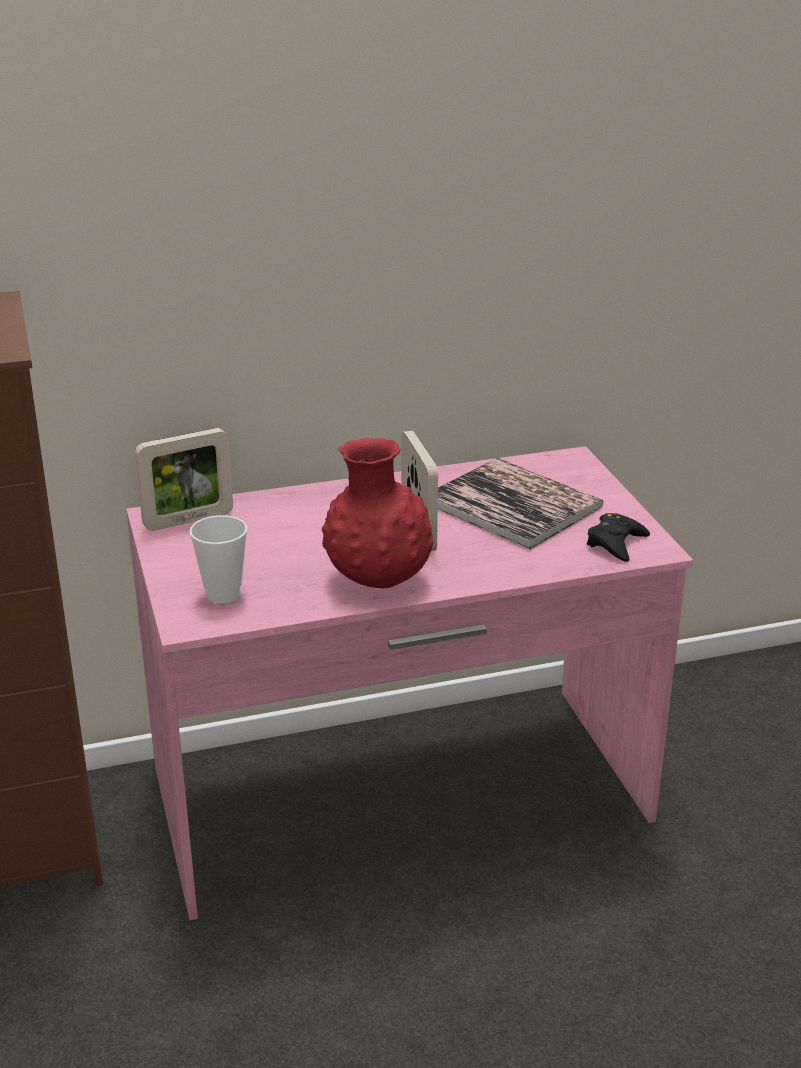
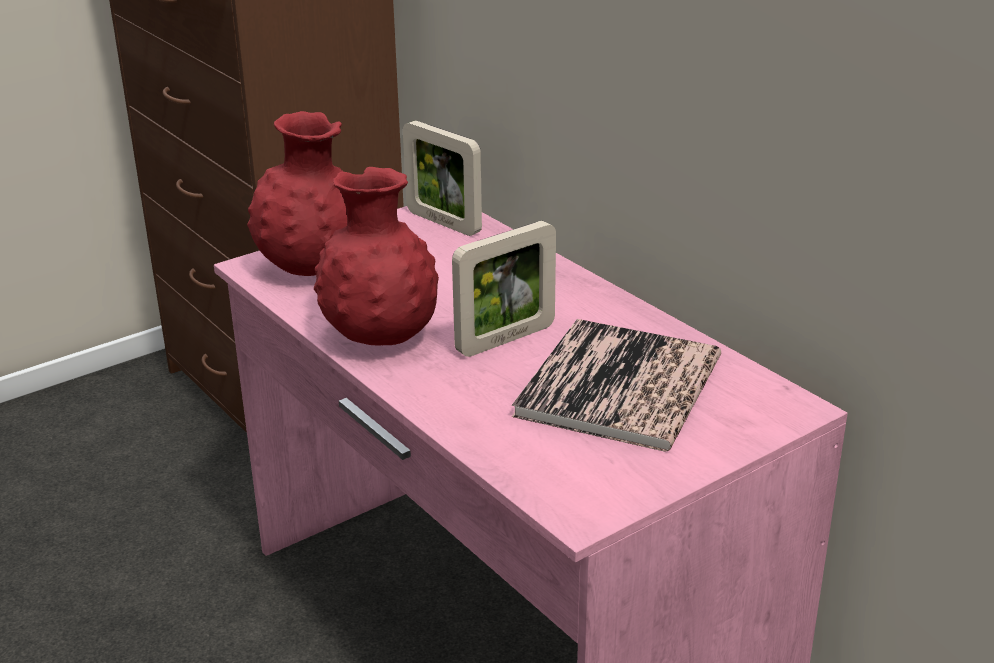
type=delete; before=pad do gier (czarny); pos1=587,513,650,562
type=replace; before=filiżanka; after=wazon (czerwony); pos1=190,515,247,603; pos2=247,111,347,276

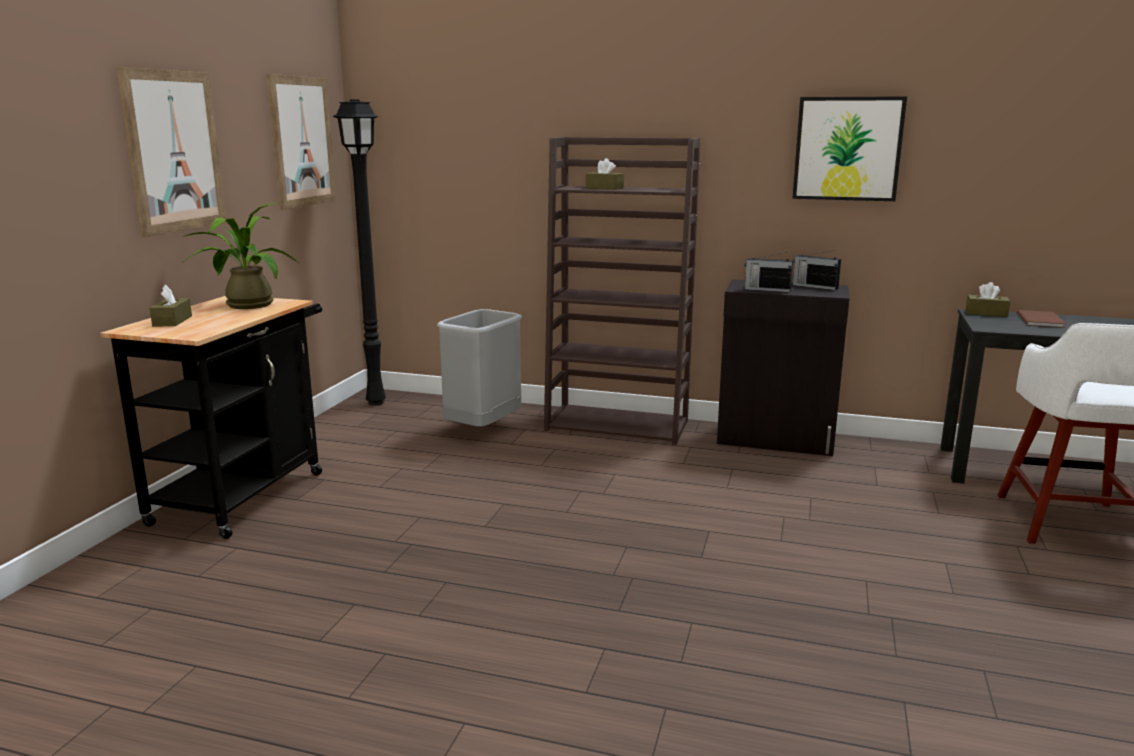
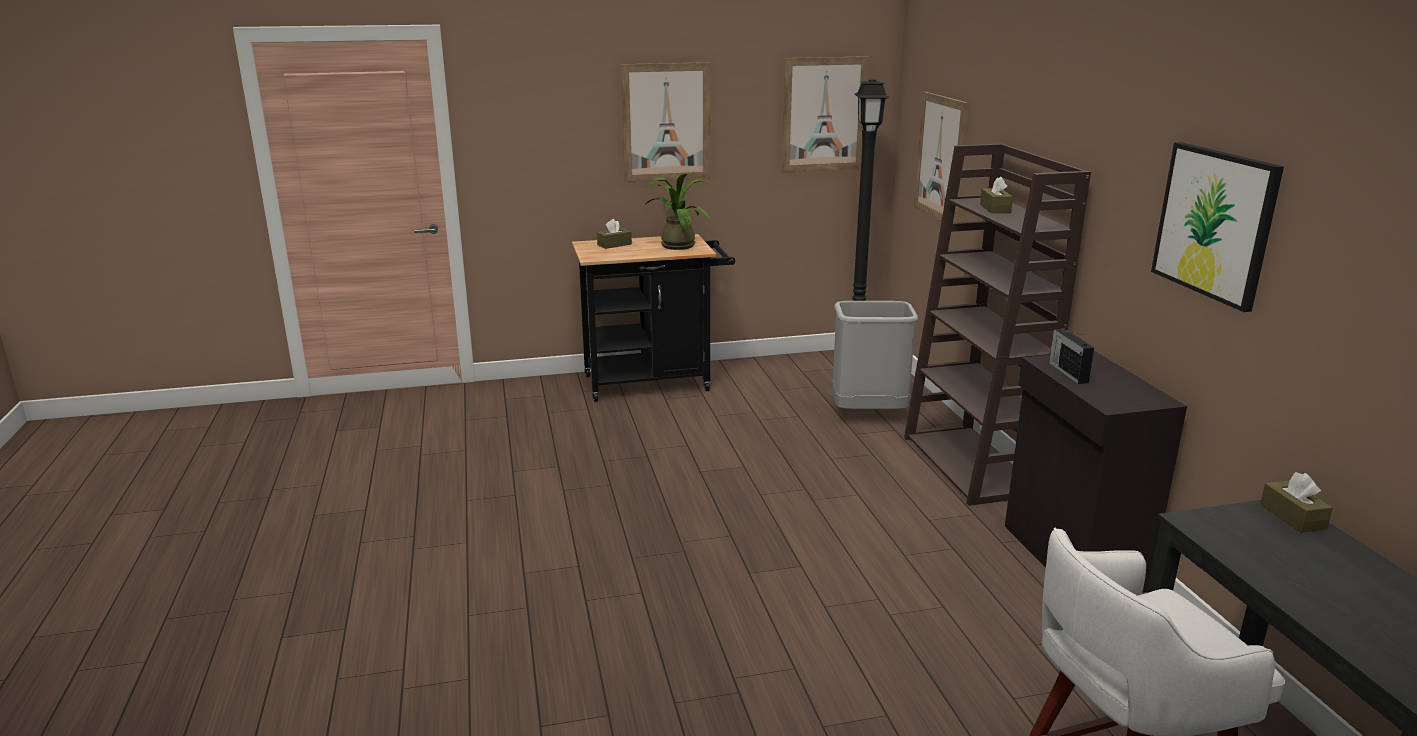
type=delete; before=radio; pos1=793,250,841,290
type=delete; before=książka (brązowy); pos1=1017,310,1066,328
type=insert; after=obraz; pos2=914,92,969,223

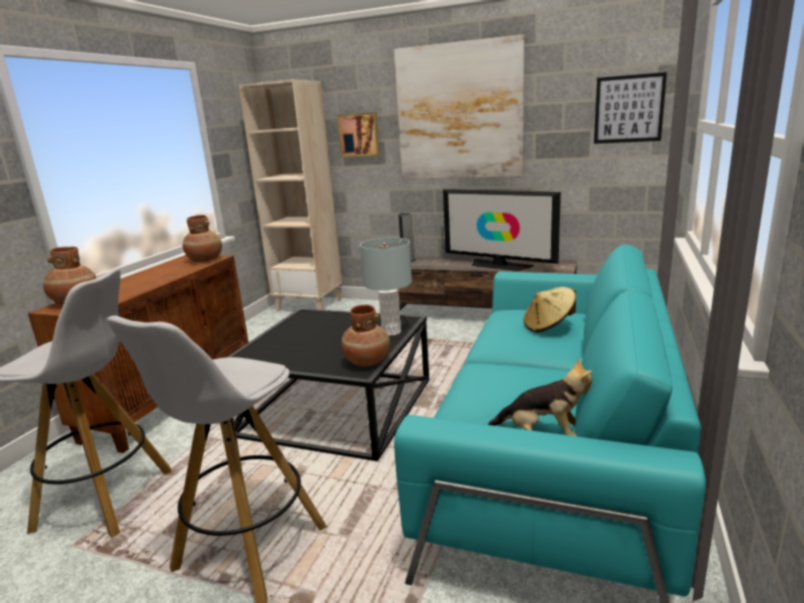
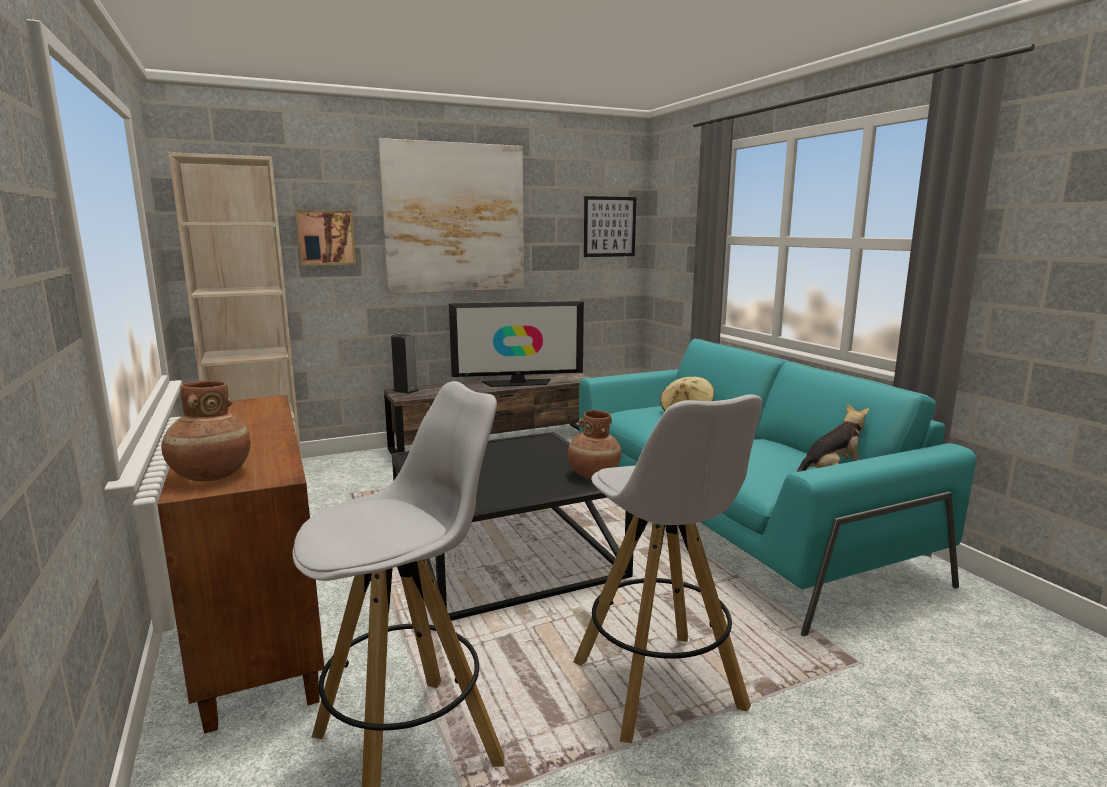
type=delete; before=wazon (brązowy); pos1=183,215,222,262
type=delete; before=lampa stołowa (szary); pos1=360,237,412,336

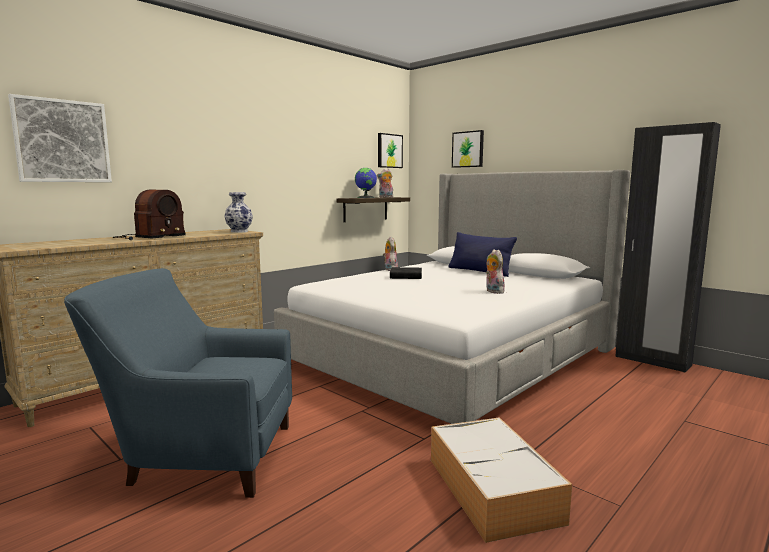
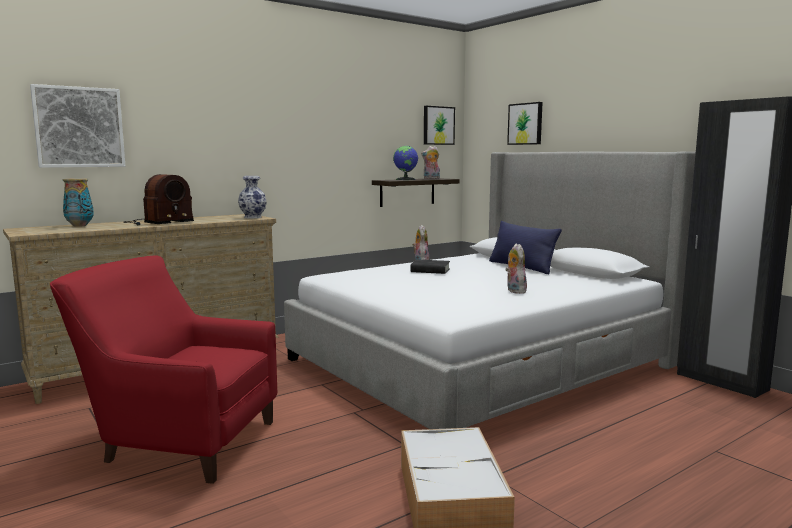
type=insert; after=wazon; pos2=63,178,94,227
type=recolor; before=fotel (niebieski); after=fotel (czerwony); pos1=64,268,292,498; pos2=50,255,277,484

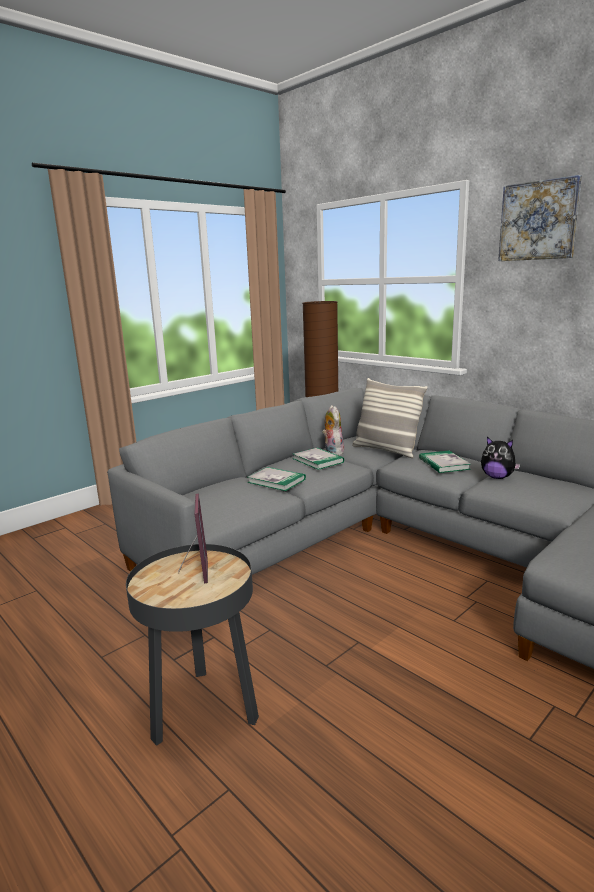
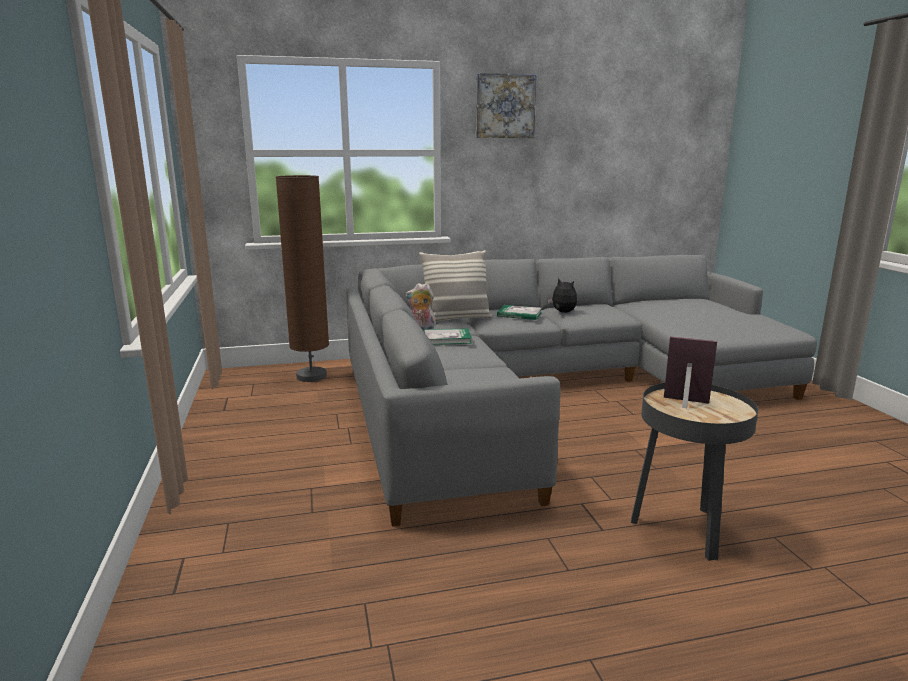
type=delete; before=książka; pos1=247,467,306,491
type=rotate; before=pluszak; pos1=481,437,520,479; pos2=548,278,577,313; turn=-105

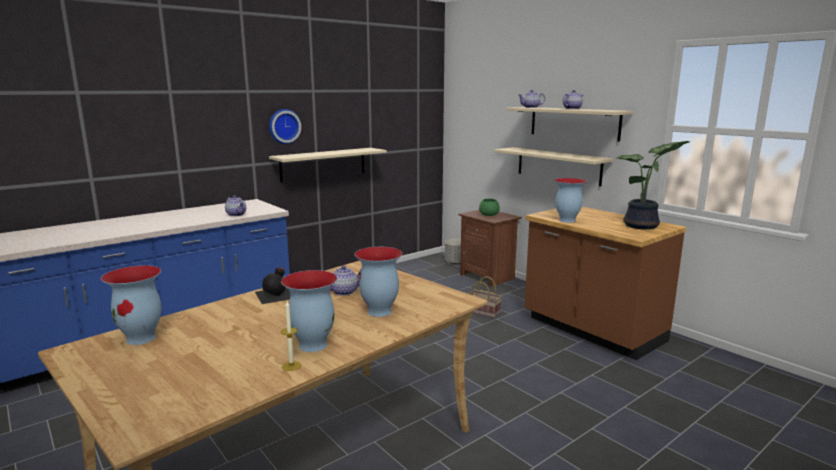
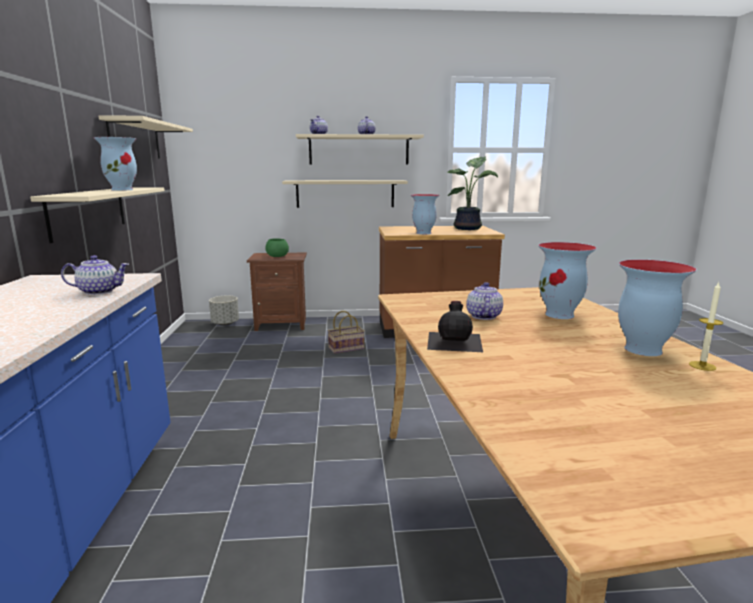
type=delete; before=zegar ścienny; pos1=269,109,301,144
type=insert; after=półka (beżowy); pos2=99,115,193,159
type=move; before=wazon; pos1=101,265,161,345; pos2=93,137,137,191

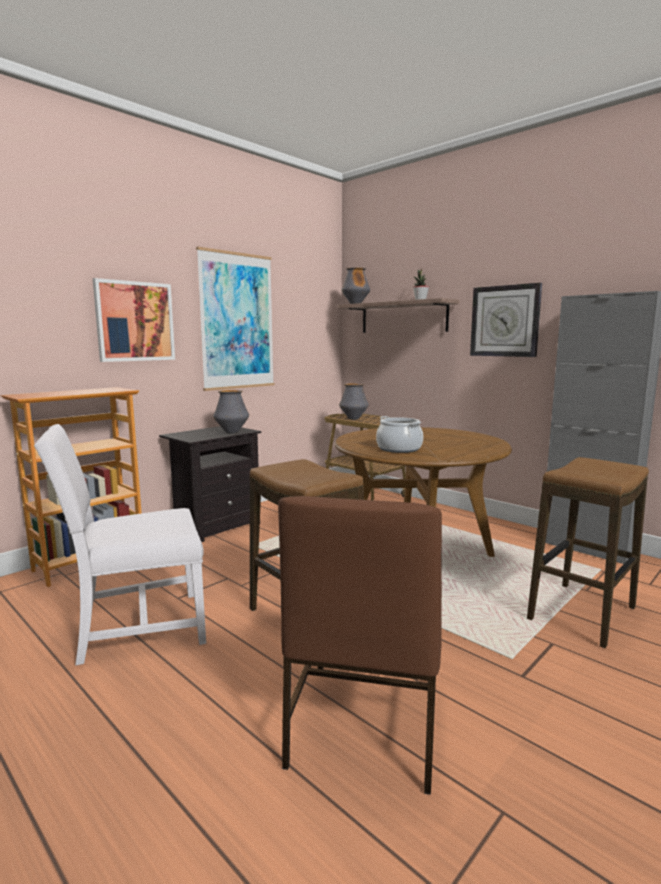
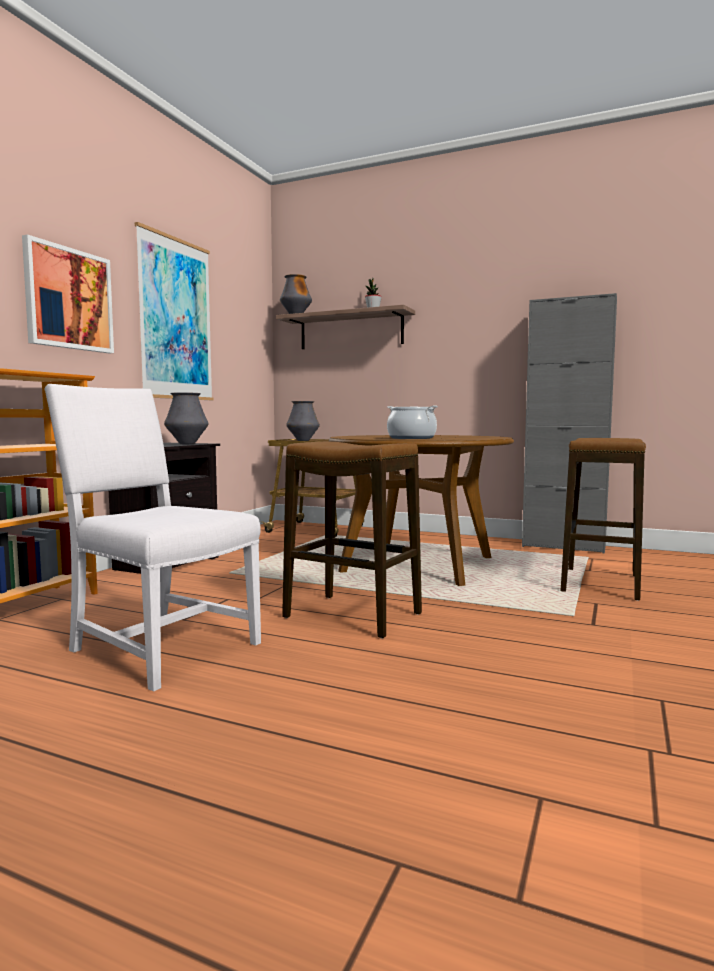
type=delete; before=krzesło (brązowy); pos1=278,496,442,795
type=delete; before=zegar ścienny; pos1=470,283,542,357
type=rotate; before=krzesło (biały); pos1=34,424,206,666; pos2=44,384,261,691; turn=75

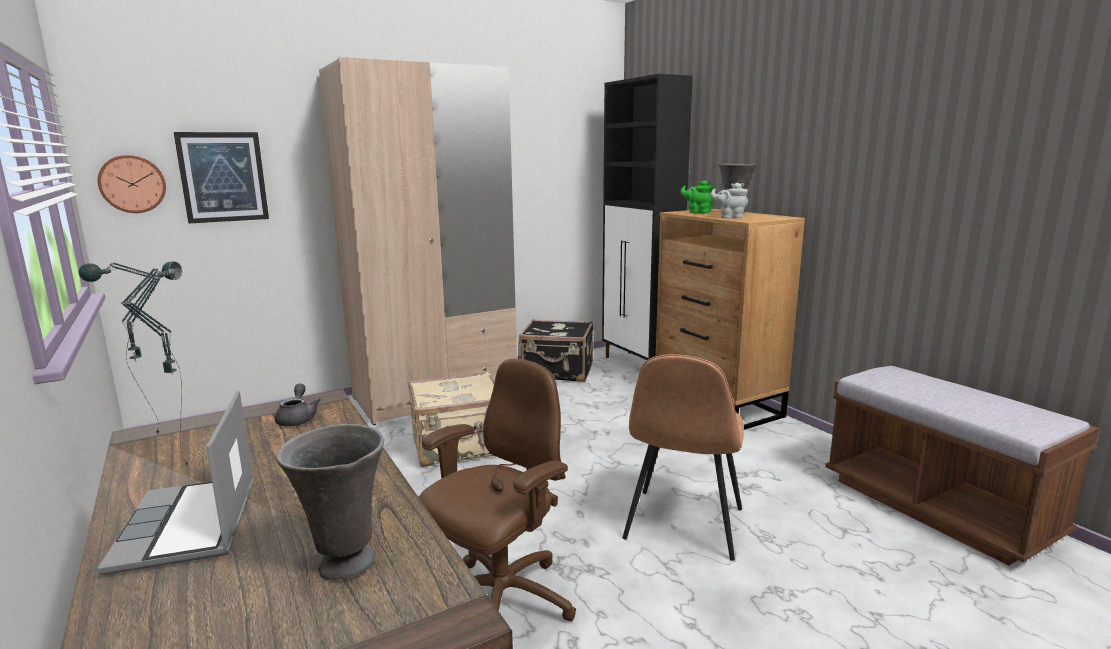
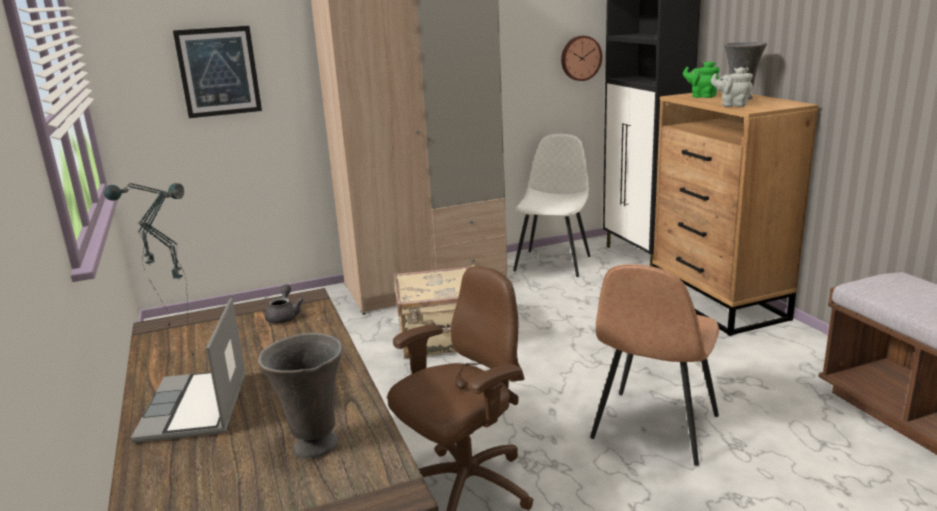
type=move; before=zegar ścienny; pos1=98,155,166,213; pos2=561,36,602,81
type=replace; before=walizka (czarny); after=krzesło (biały); pos1=519,319,594,382; pos2=513,134,590,277

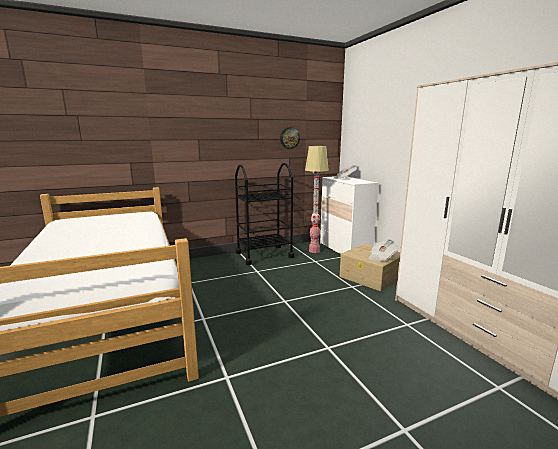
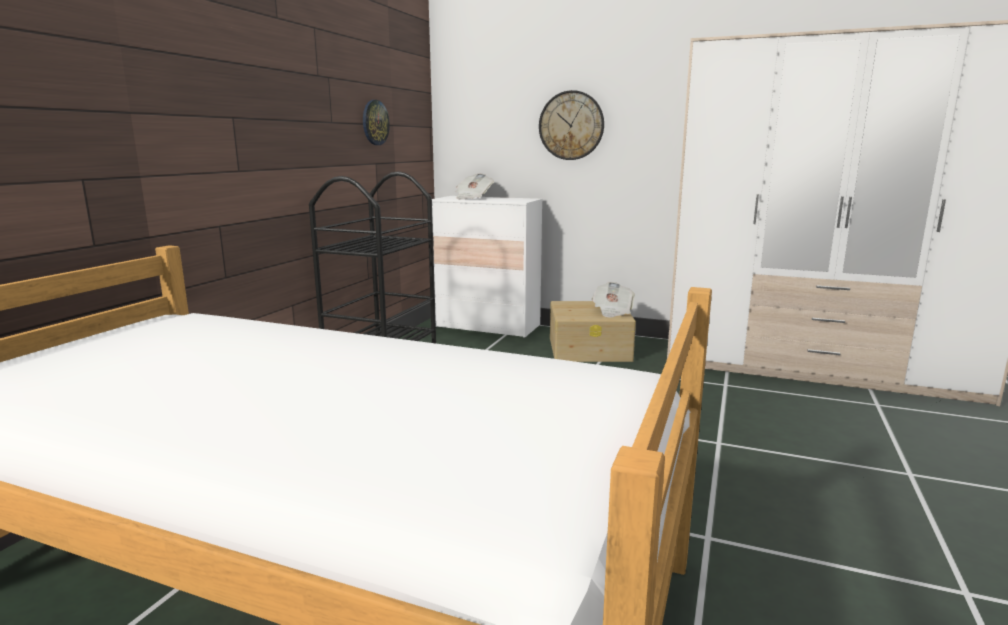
type=delete; before=lampa stojąca; pos1=305,146,329,253
type=insert; after=zegar ścienny; pos2=539,90,604,160

